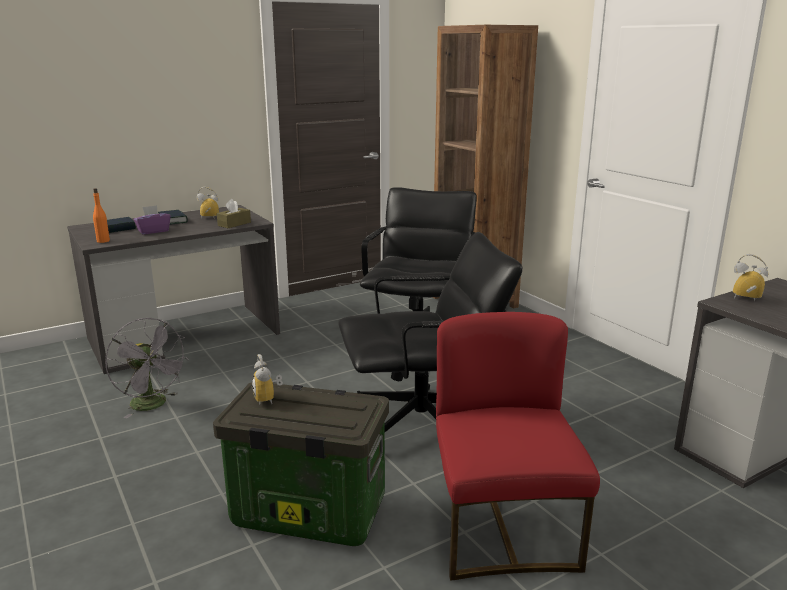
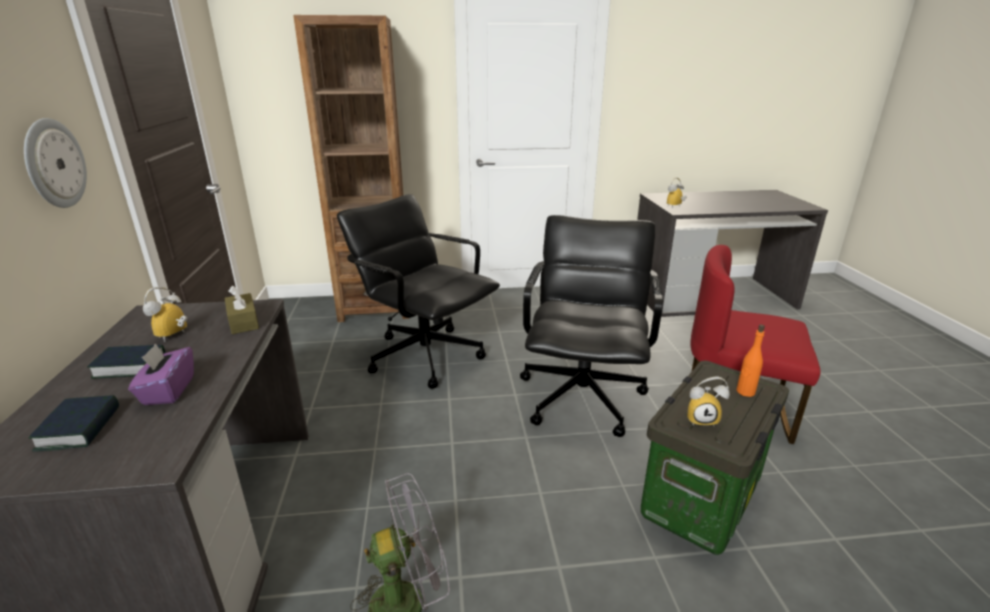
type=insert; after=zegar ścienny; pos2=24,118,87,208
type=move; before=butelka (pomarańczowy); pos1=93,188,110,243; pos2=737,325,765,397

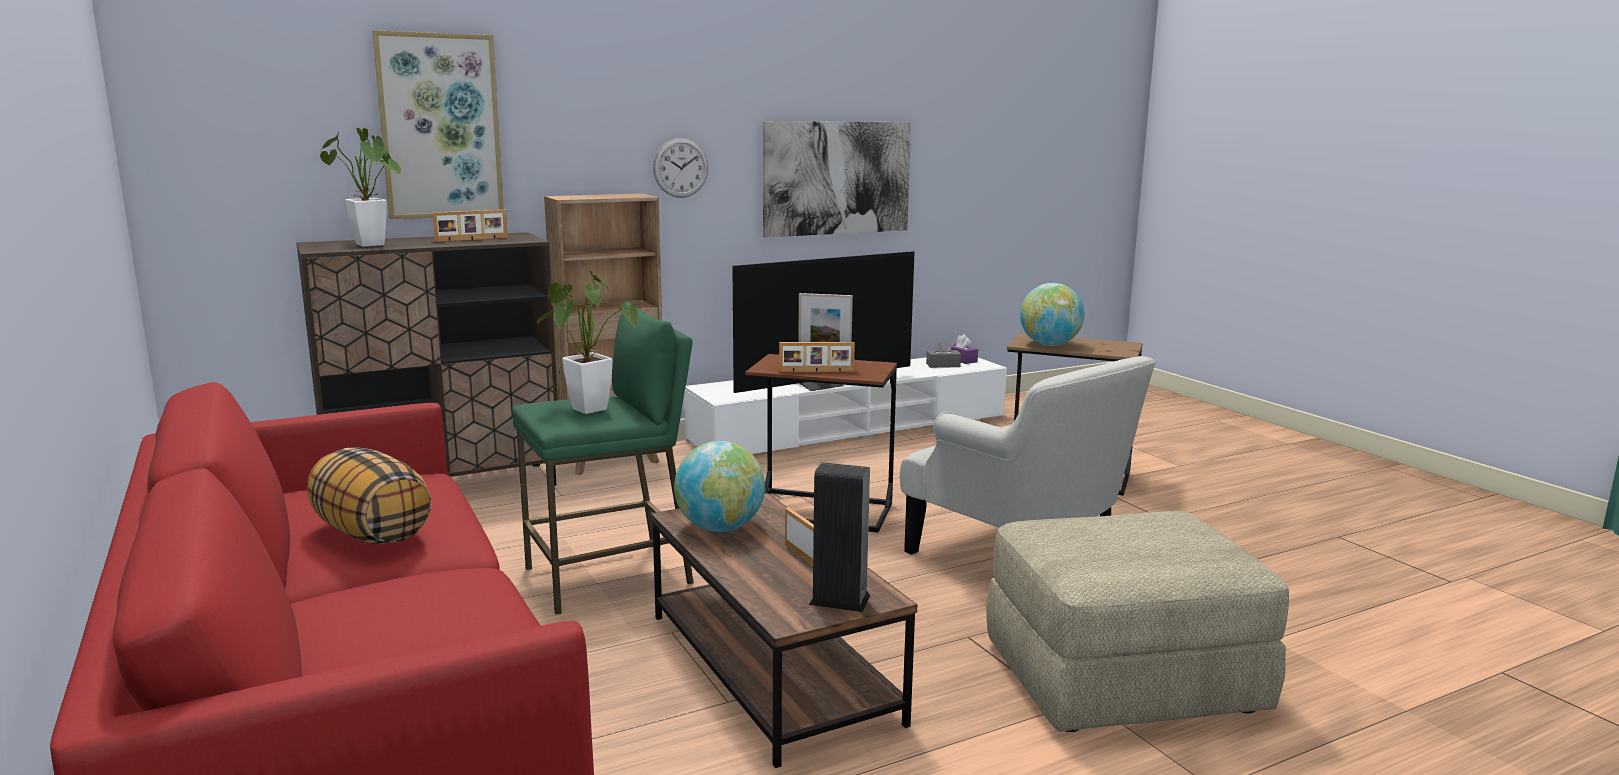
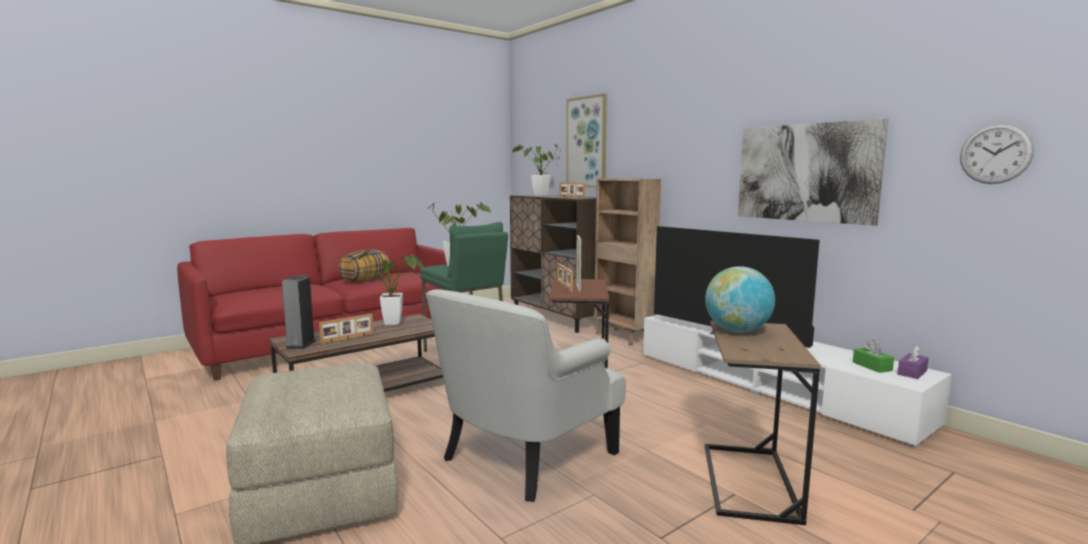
type=move; before=zegar ścienny; pos1=653,138,708,198; pos2=960,123,1034,184
type=replace; before=globus; after=roślina doniczkowa; pos1=674,441,765,532; pos2=358,250,425,325
type=recolor; before=pudełko chusteczek (szary); after=pudełko chusteczek (zielony); pos1=926,340,961,368; pos2=853,340,894,373

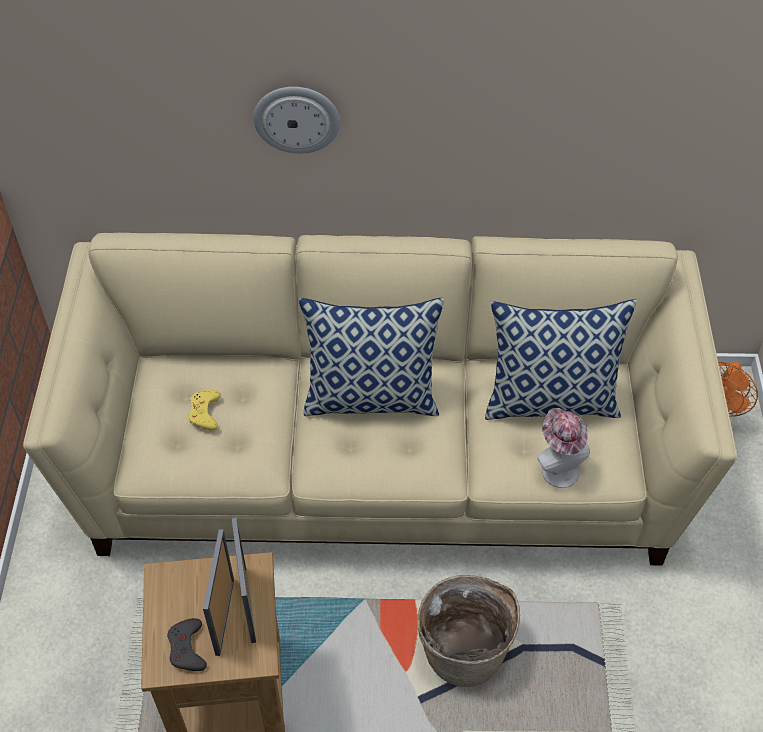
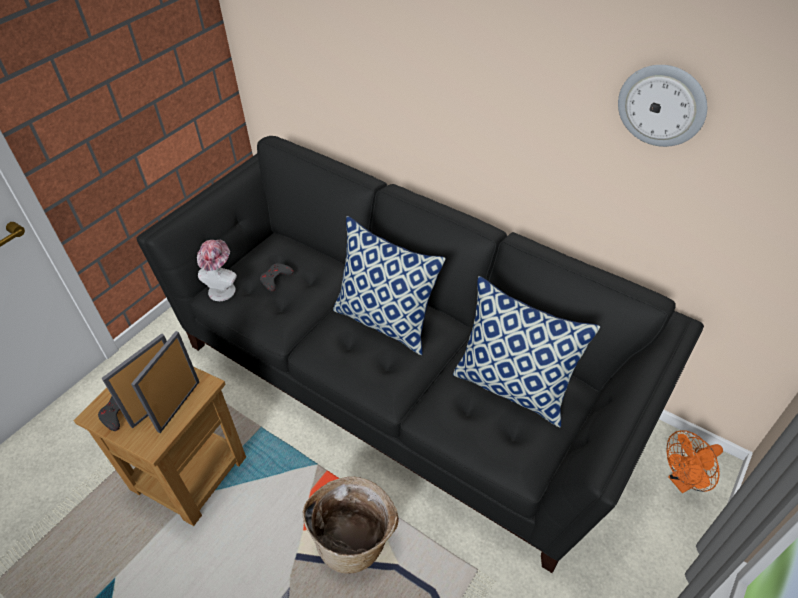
type=move; before=zegar ścienny; pos1=253,87,340,154; pos2=618,65,707,147
type=move; before=kapelusz; pos1=537,408,590,488; pos2=197,240,237,301
type=recolor; before=kanapa (beżowy); after=kanapa (czarny); pos1=23,233,737,566; pos2=137,136,704,573
type=recolor; before=pad do gier (żółty); after=pad do gier (szary); pos1=188,390,221,431; pos2=260,263,294,292

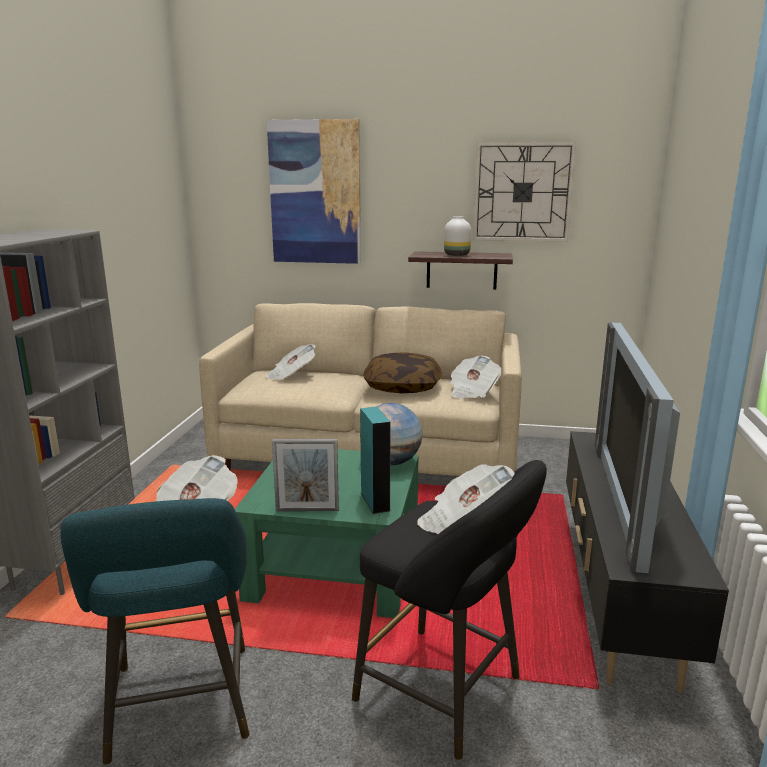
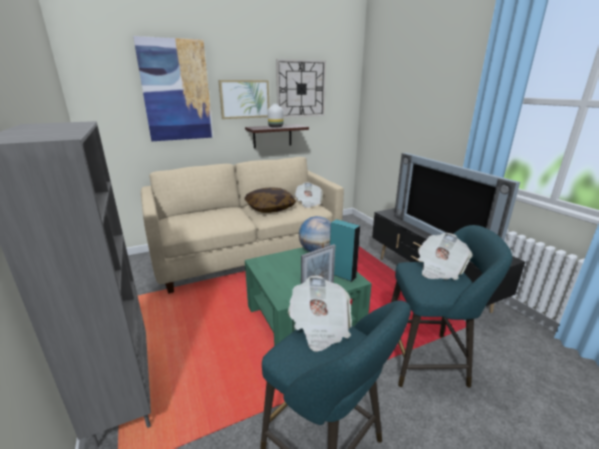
type=delete; before=gazeta; pos1=265,344,316,380
type=insert; after=obraz; pos2=218,80,270,119
type=recolor; before=stołek (czarny); after=stołek (turkusowy); pos1=352,460,547,760; pos2=391,225,512,388

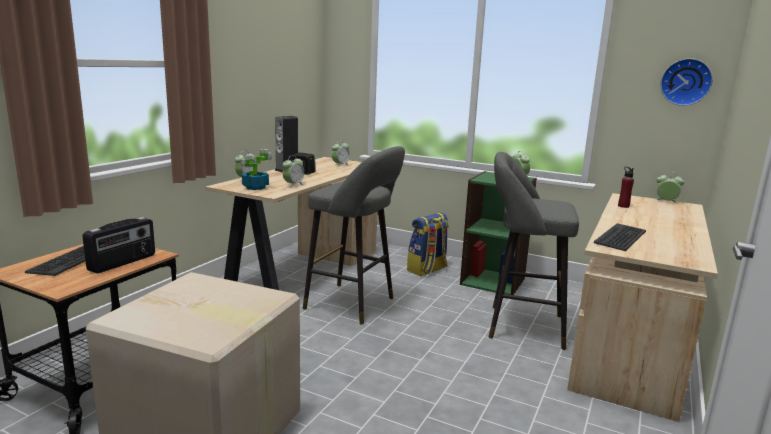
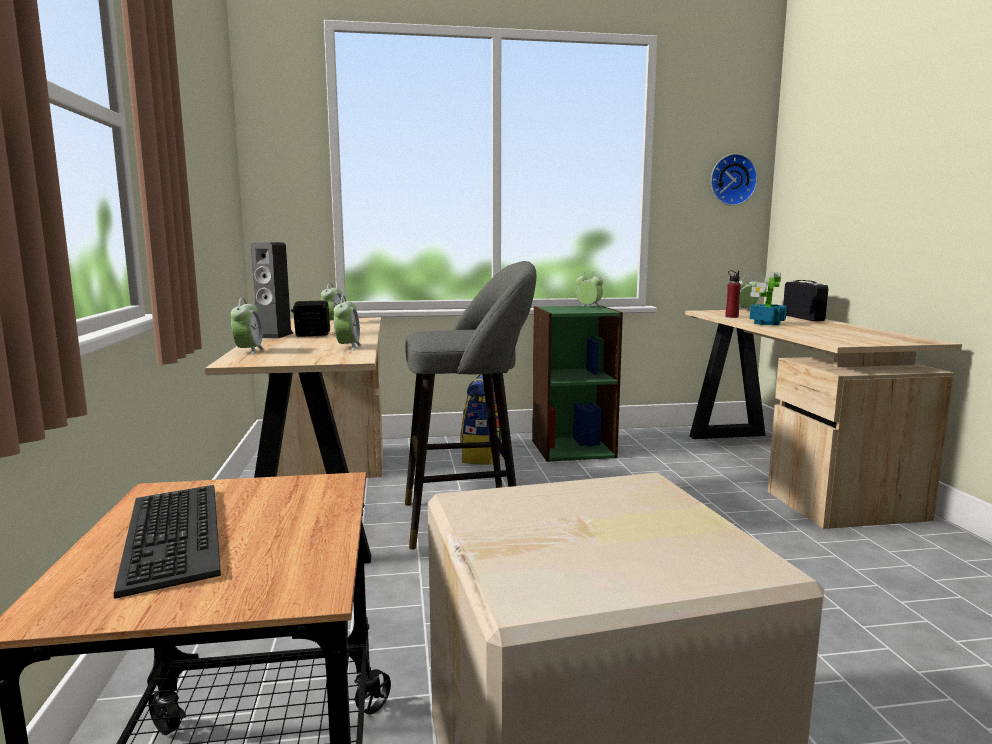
type=delete; before=stołek (szary); pos1=489,152,579,350
type=delete; before=klawiatura; pos1=593,223,646,251
type=move; before=radio; pos1=82,217,155,273; pos2=783,280,828,321
type=move; before=roślina doniczkowa; pos1=241,149,272,190; pos2=750,273,787,326

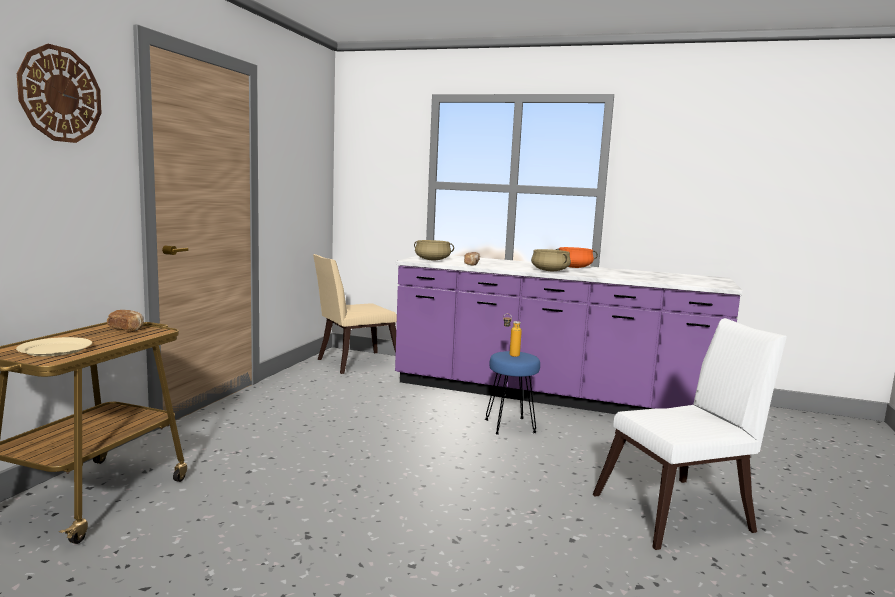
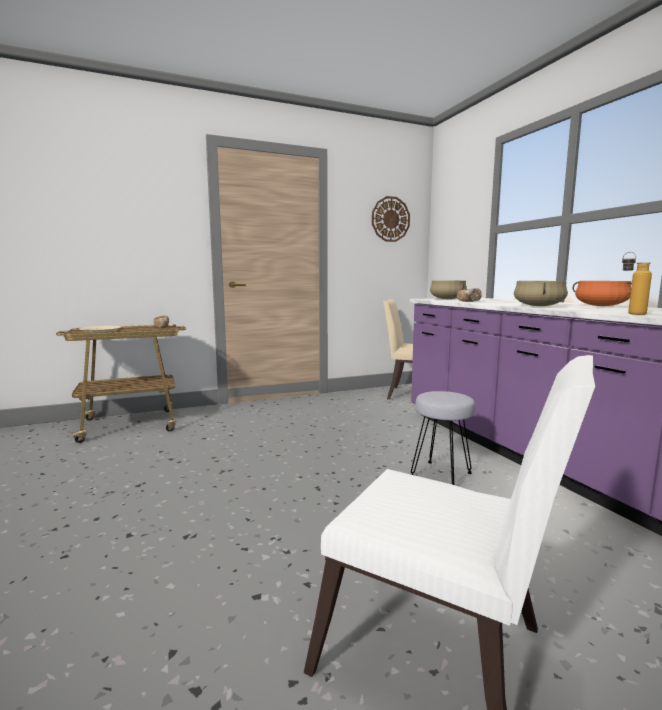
type=move; before=zegar ścienny; pos1=17,44,102,143; pos2=372,196,410,242
type=move; before=butelka; pos1=503,314,522,357; pos2=622,252,652,315
type=recolor; before=stołek (niebieski); after=stołek (szary); pos1=485,351,540,435; pos2=411,391,475,485

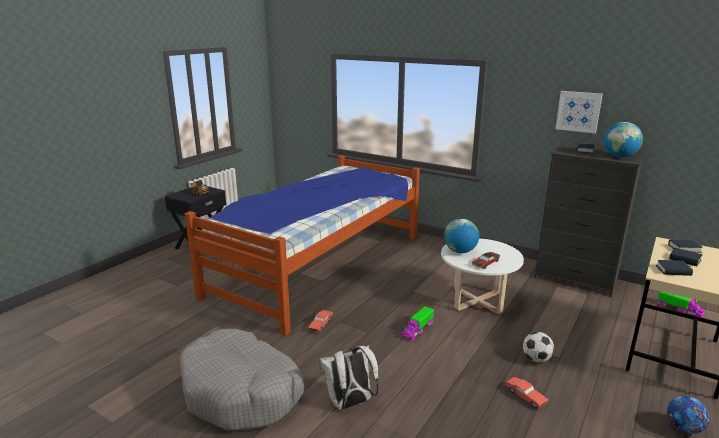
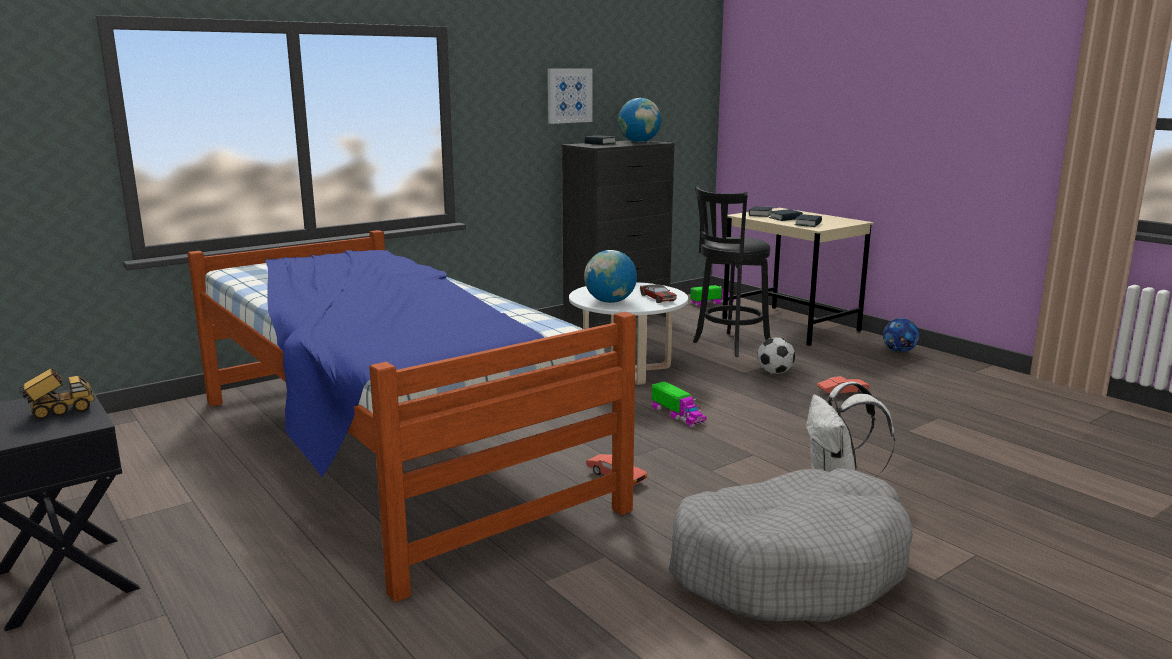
type=insert; after=stołek (czarny); pos2=693,185,771,357

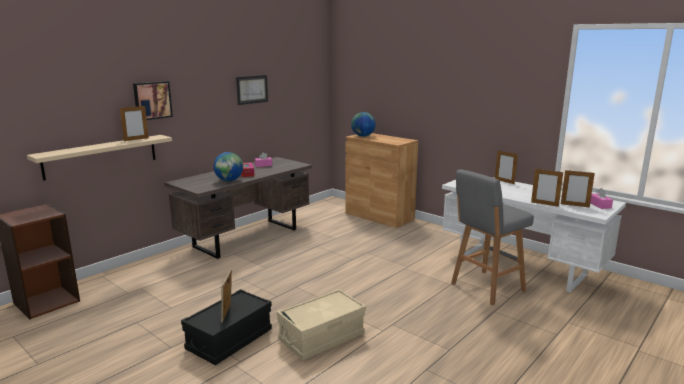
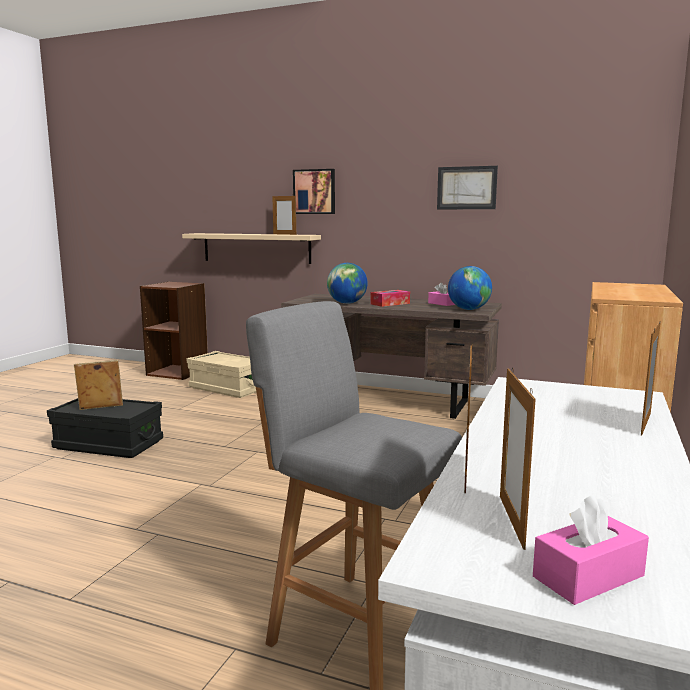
type=move; before=pojemnik do przechowywania (beżowy); pos1=277,289,366,361; pos2=186,351,256,398
type=move; before=globus; pos1=351,112,376,137; pos2=448,266,492,310

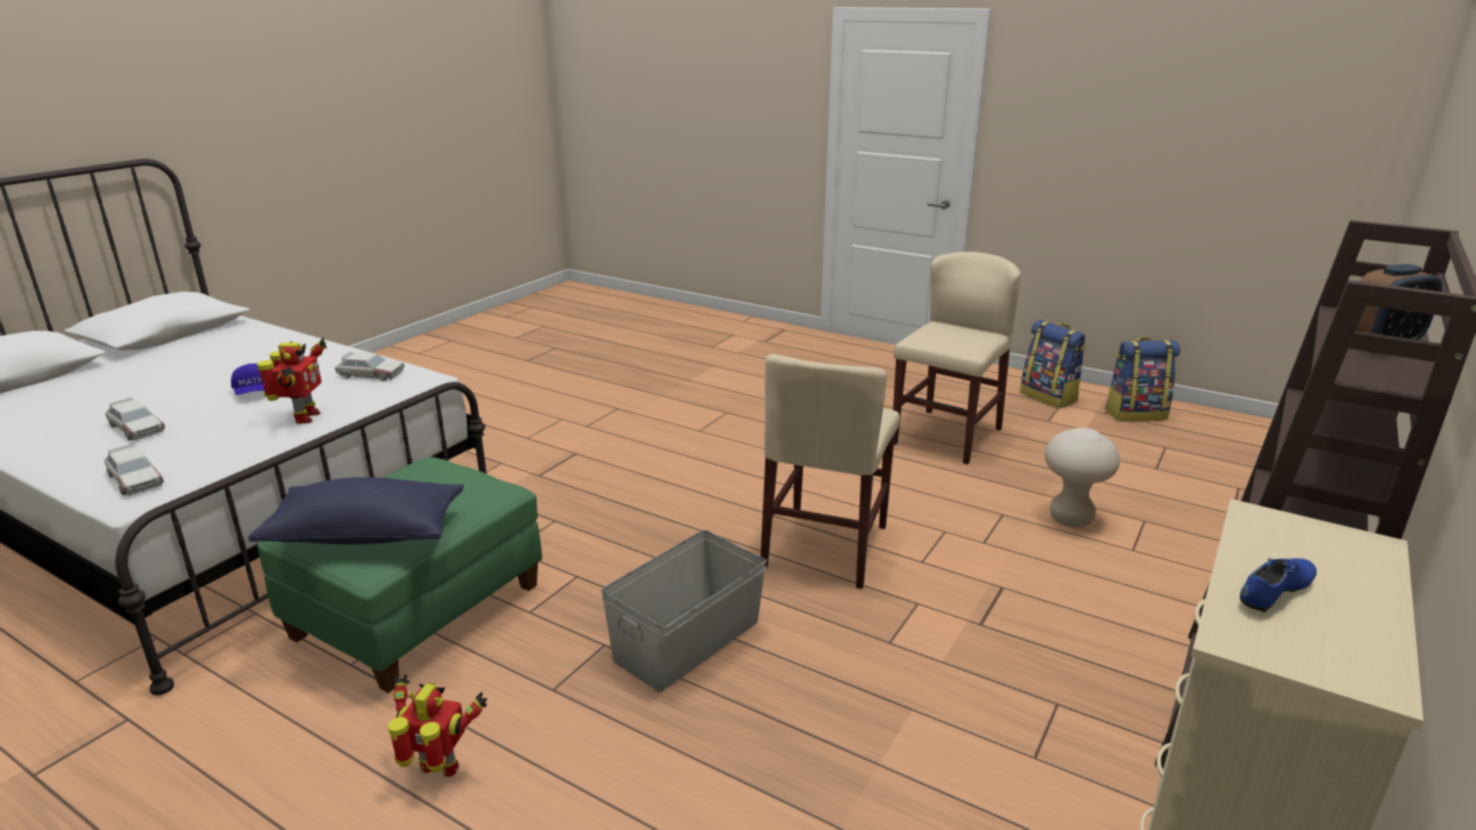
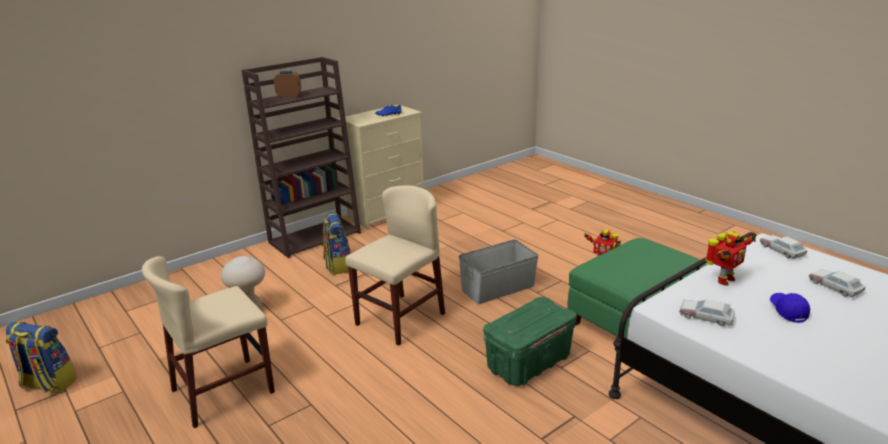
type=delete; before=poduszka (niebieski); pos1=248,477,464,545
type=insert; after=pojemnik do przechowywania (zielony); pos2=483,297,577,386
type=move; before=plecak; pos1=1020,320,1086,408; pos2=323,212,351,275
type=rotate; before=robot zabawkowy; pos1=257,337,327,424; pos2=705,231,756,286; turn=-150

